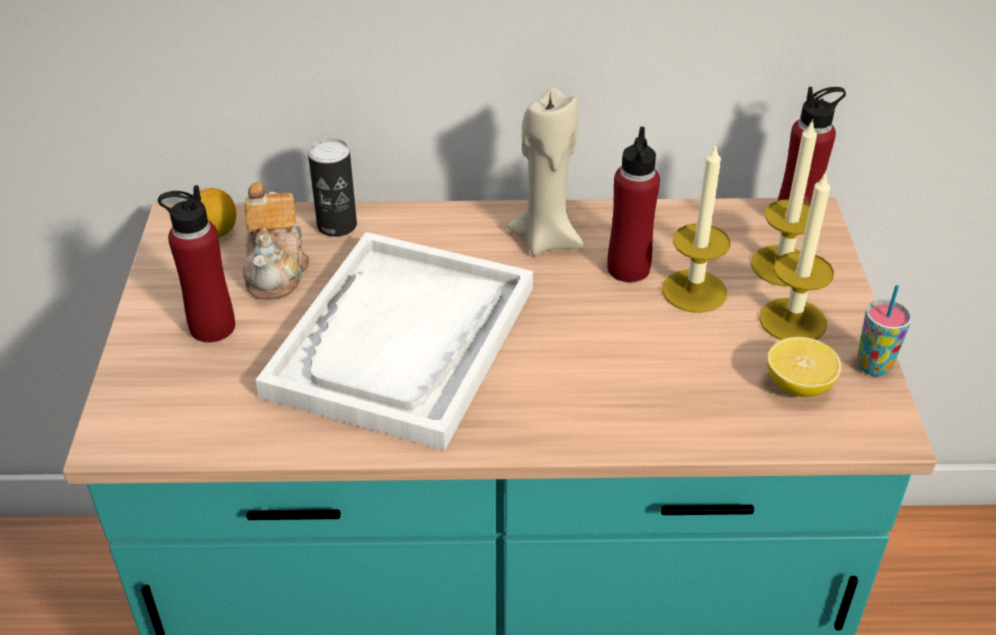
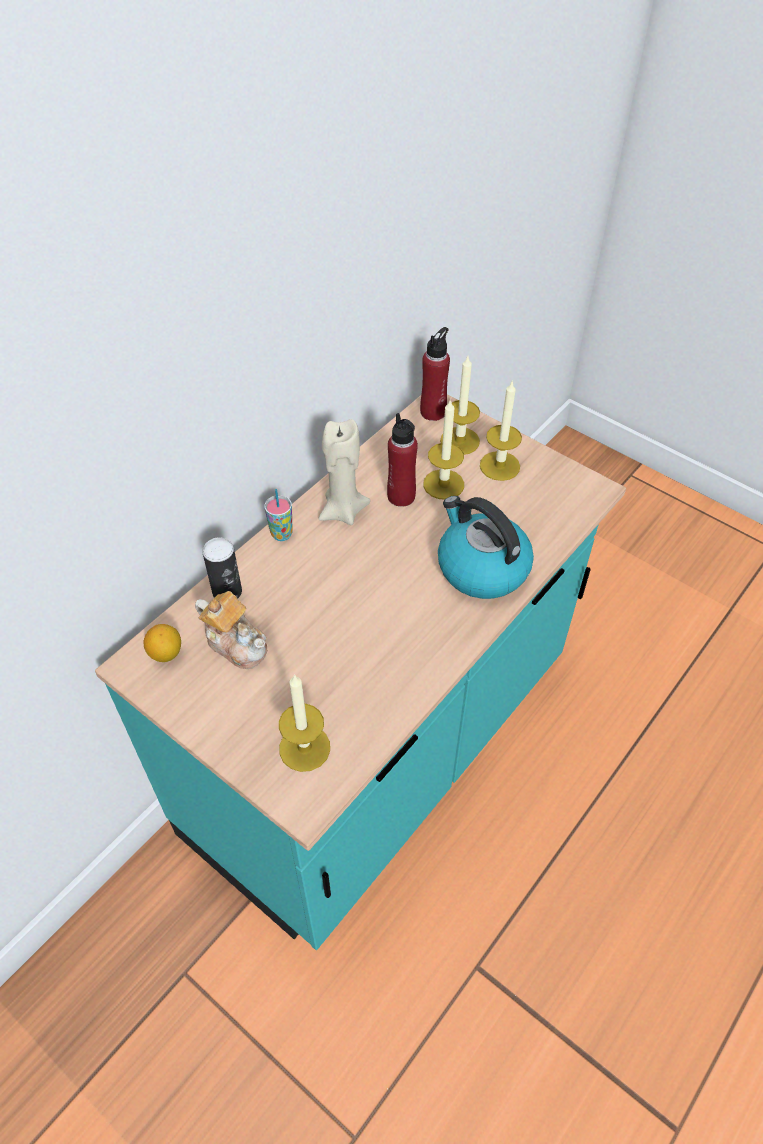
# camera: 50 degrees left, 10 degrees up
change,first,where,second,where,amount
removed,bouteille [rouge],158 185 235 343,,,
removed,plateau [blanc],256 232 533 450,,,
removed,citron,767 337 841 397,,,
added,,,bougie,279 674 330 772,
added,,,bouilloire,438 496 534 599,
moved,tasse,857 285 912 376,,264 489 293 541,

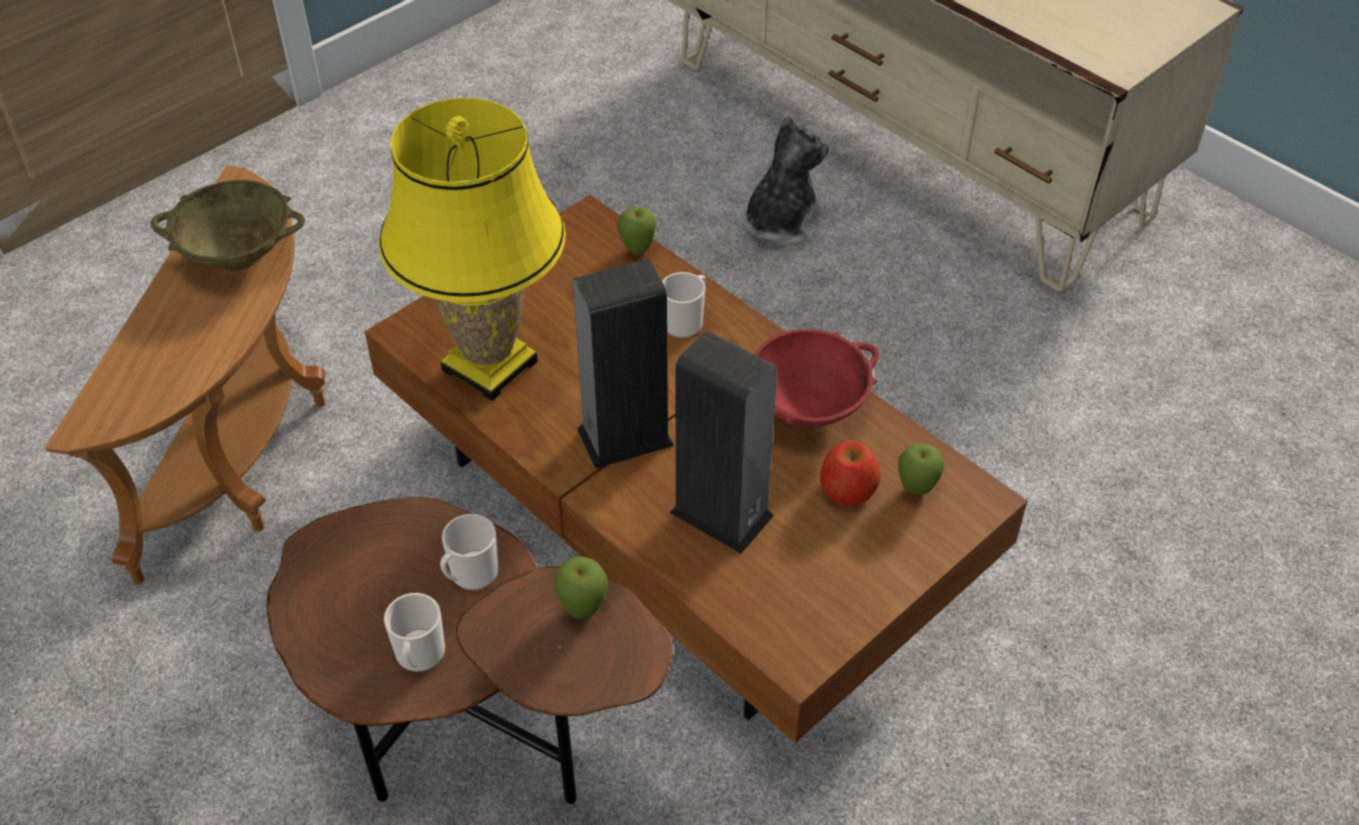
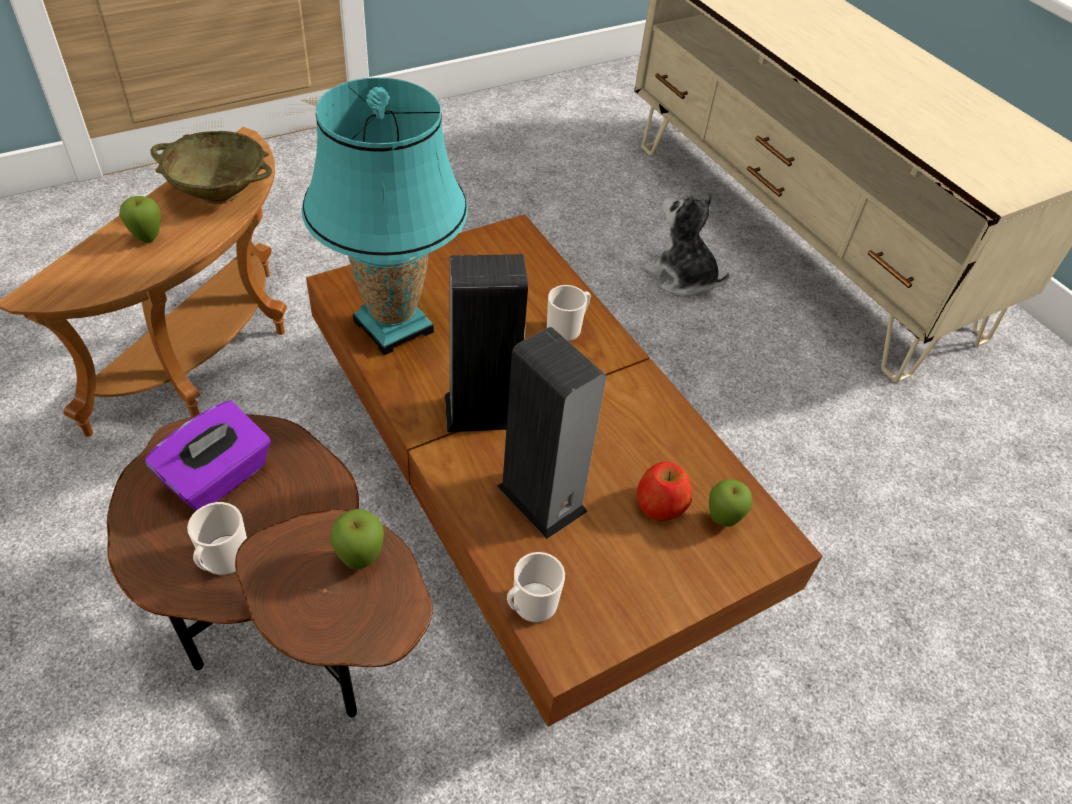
# camera: 10 degrees right, 0 degrees up
change,first,where,second,where,amount
removed,bol [rouge],754 329 879 427,,,
added,,,boîte à mouchoirs [violet],145 401 271 511,
moved,mug,440 514 499 590,,507 552 565 623,
moved,pomme,617 207 657 255,,119 196 161 243,
recoloured,lampe de table [jaune],379 98 566 401,lampe de table [turquoise],302 77 468 355,
turned,peluche,743 116 829 246,,644 193 729 297,90 degrees counterclockwise

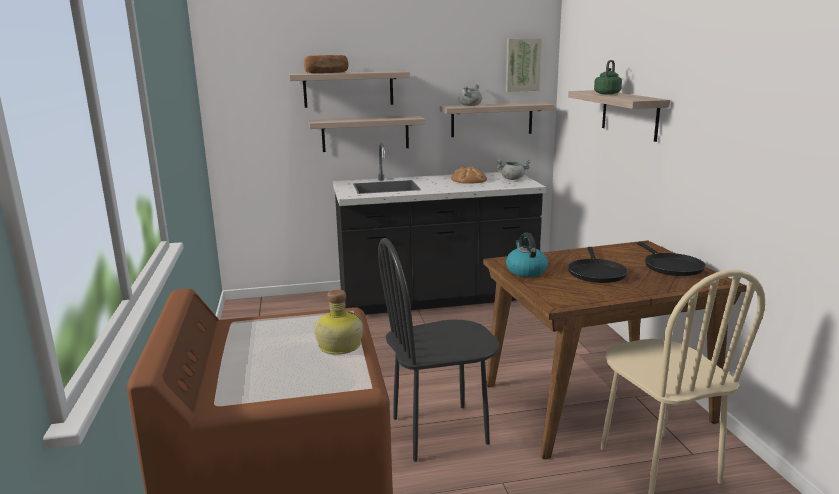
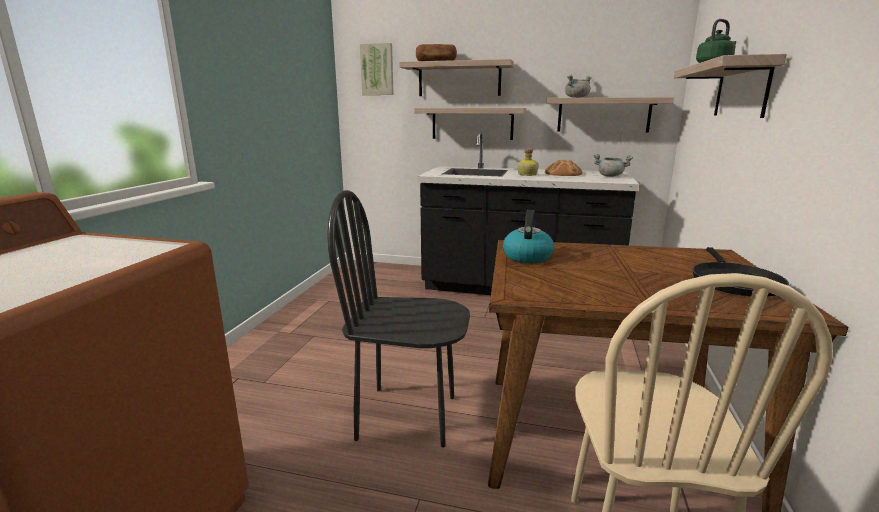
# camera: 25 degrees right, 0 degrees up
change,first,where,second,where,amount
removed,poêle [noir],568 247 628 283,,,
moved,bouteille,314 290 363 355,,517 149 539 176,
moved,tableau,506 38 542 92,,360 43 394 95,

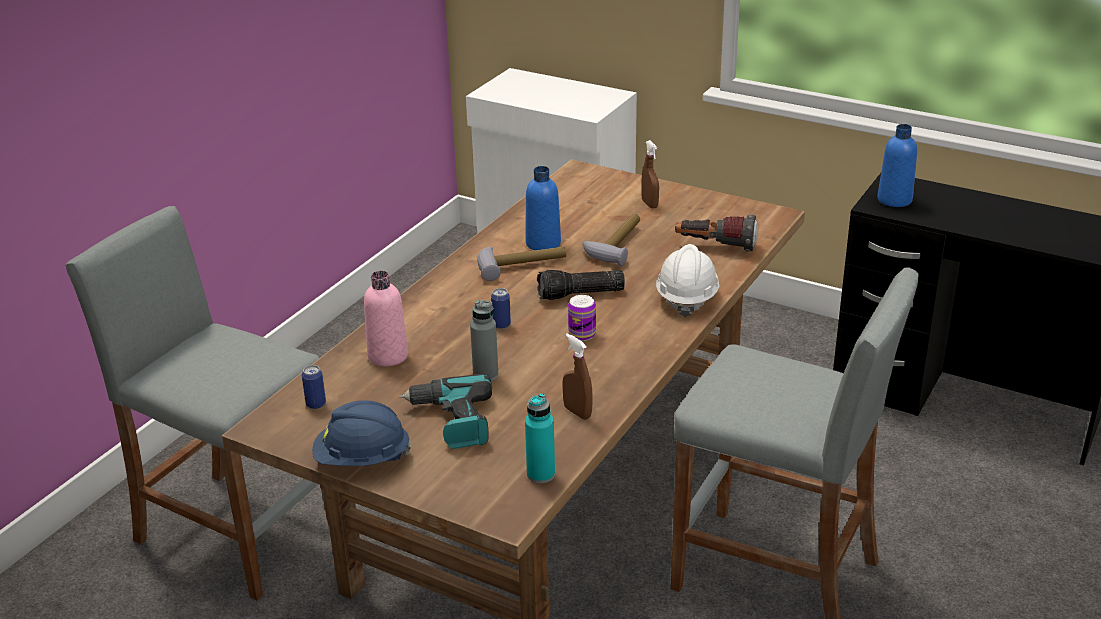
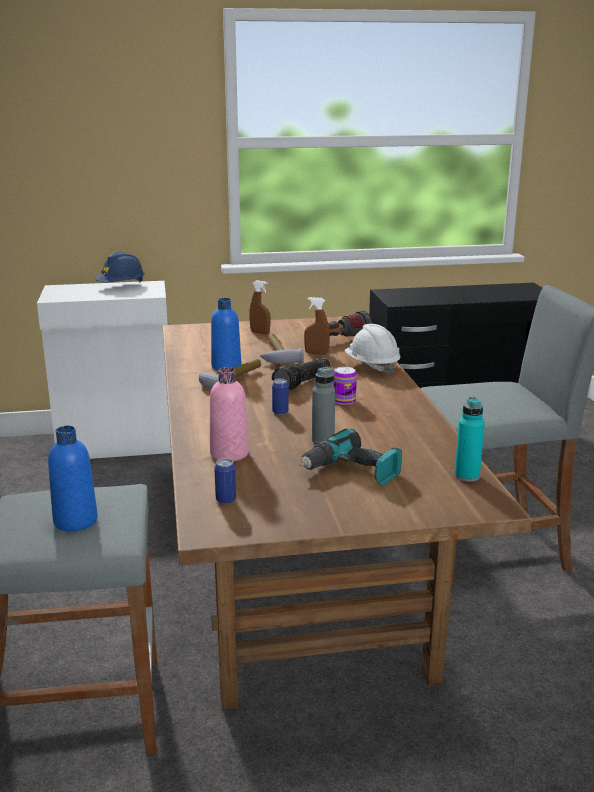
# camera: 40 degrees left, 10 degrees down
change,first,where,second,where,amount
moved,casque de chantier [bleu],312 400 411 466,,95 252 145 283,
moved,vaporisateur [marron],562 333 593 420,,304 297 330 355,
moved,bouteille [bleu],878 124 917 207,,48 426 98 531,

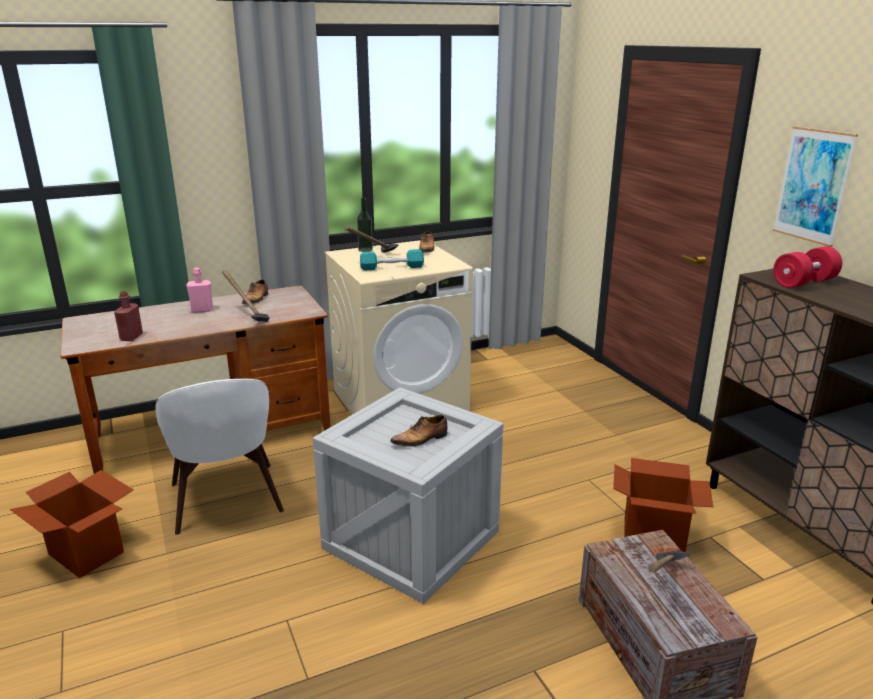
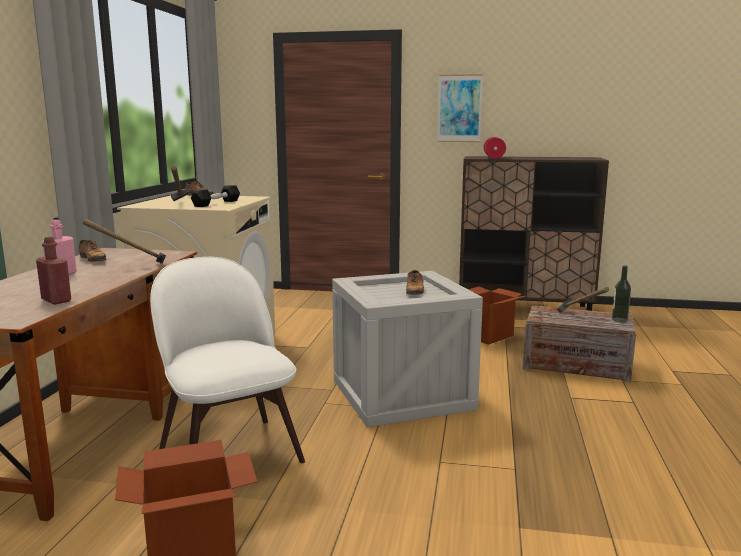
# camera: 55 degrees left, 10 degrees down
change,first,where,second,where,amount
moved,bouteille,357 198 373 252,,612 266 631 322,
recoloured,haltère [turquoise],360 249 424 271,haltère [noir],191 185 240 207,
turned,chaise [blanc],155 379 284 535,,150 257 305 463,135 degrees counterclockwise

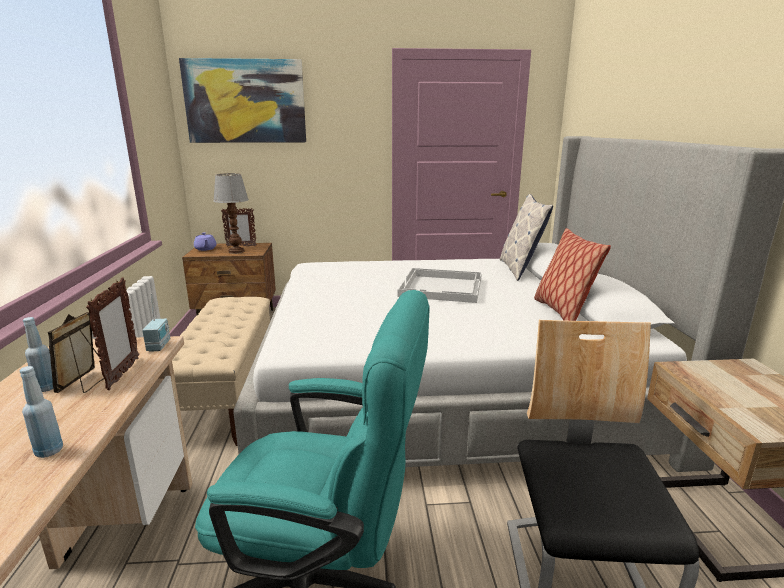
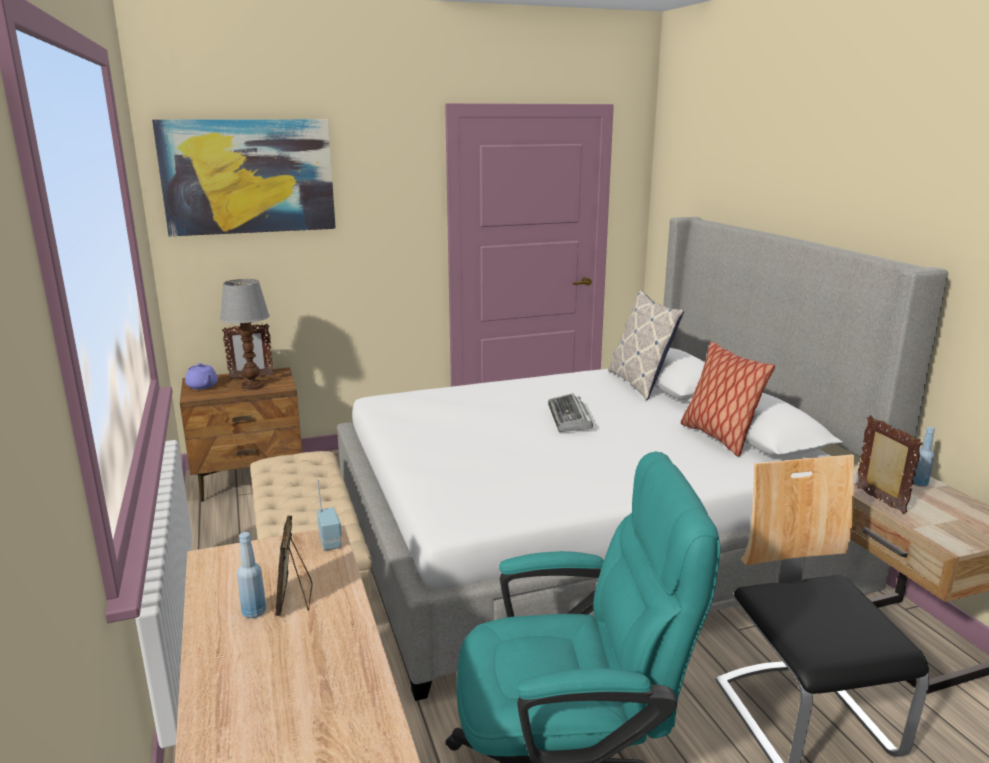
# camera: 15 degrees left, 0 degrees up
change,first,where,second,where,amount
moved,bouteille [bleu],20 366 63 458,,912 427 935 487,
moved,cadre photo,86 277 139 390,,856 415 923 514,
replaced,plateau [blanc],398 268 482 303,clavier,548 393 593 432,

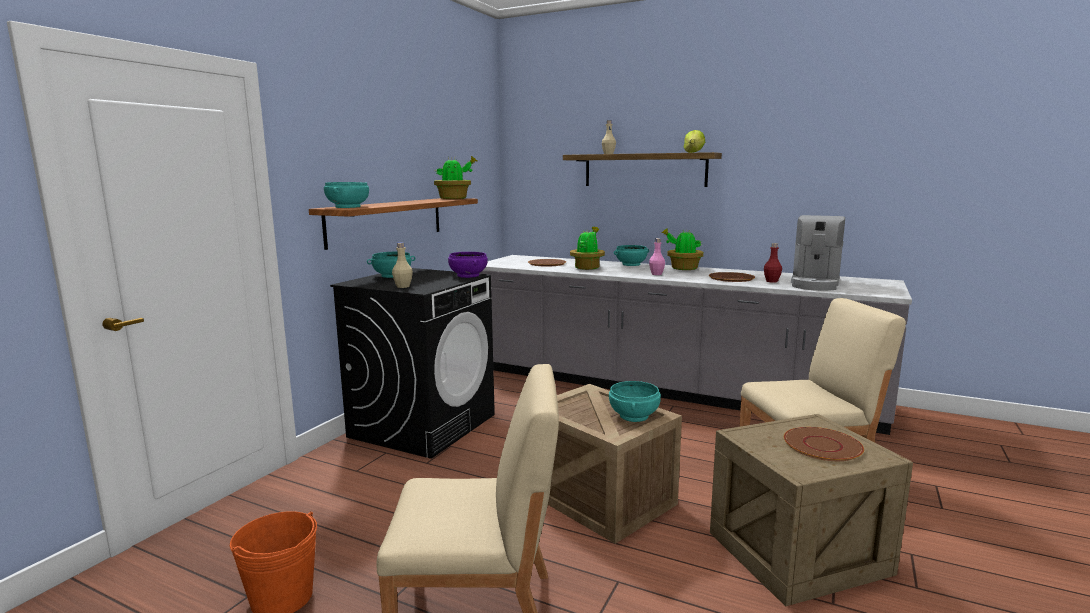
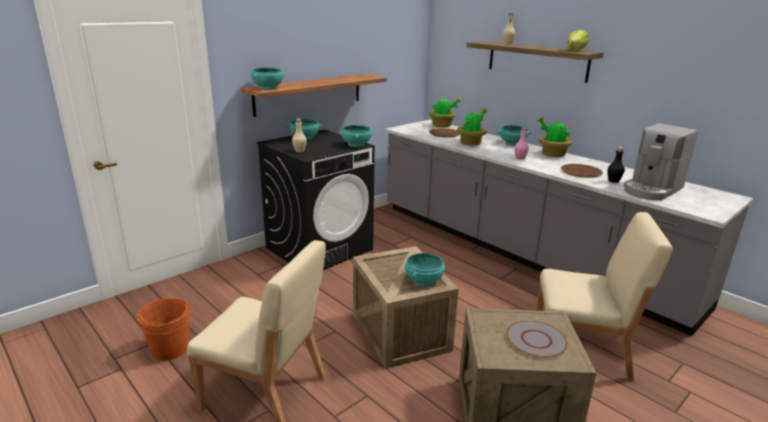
# camera: 20 degrees right, 10 degrees up
change,first,where,second,where,amount
moved,plante en pot,434 156 477 199,,430 97 462 127,
recoloured,bol [violet],448 252 488 278,bol [turquoise],342 125 372 147,
recoloured,bouteille [rouge],764 243 782 283,bouteille [noir],608 147 625 183,
recoloured,assiette [marron],784 427 864 461,assiette [gris],506 320 568 358,

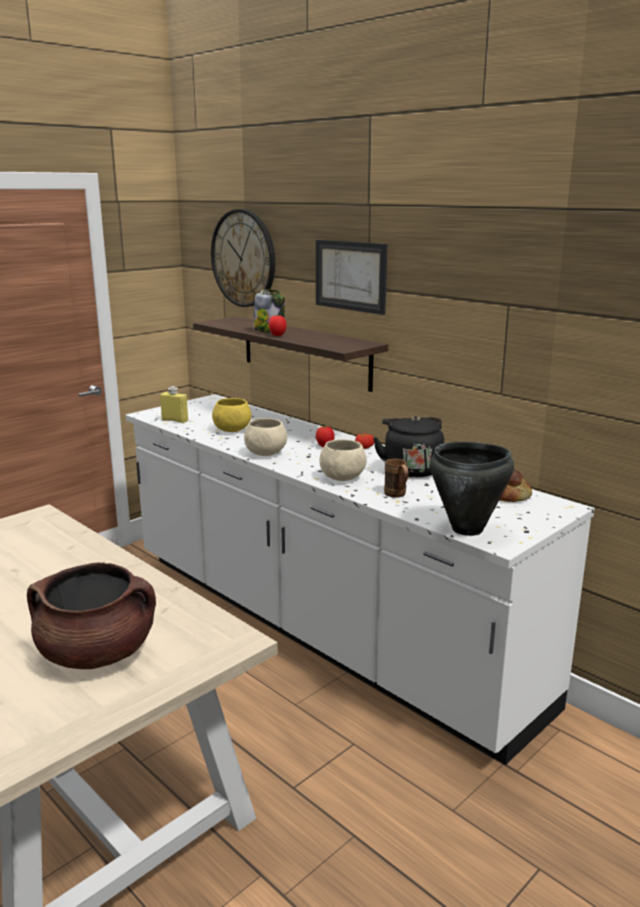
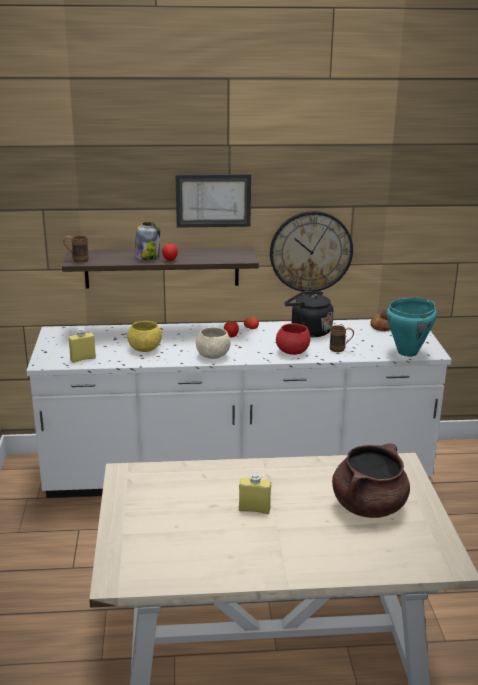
# camera: 50 degrees left, 5 degrees up
change,first,where,second,where,amount
added,,,mug [marron],63 236 89 263,
added,,,bouteille [jaune],239 473 271 514,
moved,horloge murale,211 209 275 307,,270 211 353 292,
recoloured,bol [beige],319 439 367 481,bol [rouge],276 323 310 355,
recoloured,marmite [noir],430 442 514 536,marmite [turquoise],386 298 437 357,

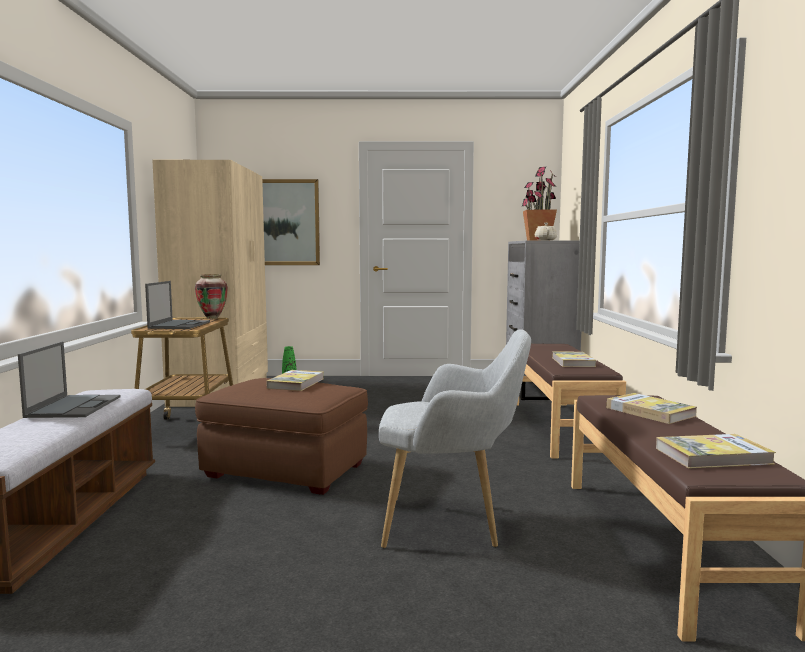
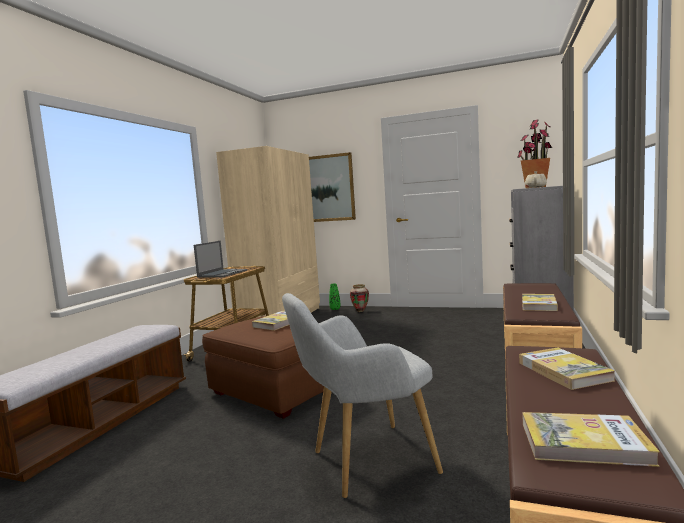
# camera: 20 degrees right, 0 degrees up
change,first,where,second,where,amount
removed,ordinateur portable,18 342 121 418,,,
moved,vase,195 274 228 319,,350 284 369 312,
turned,fauteuil [gris],379 329 531 548,,282 293 443 498,135 degrees clockwise

